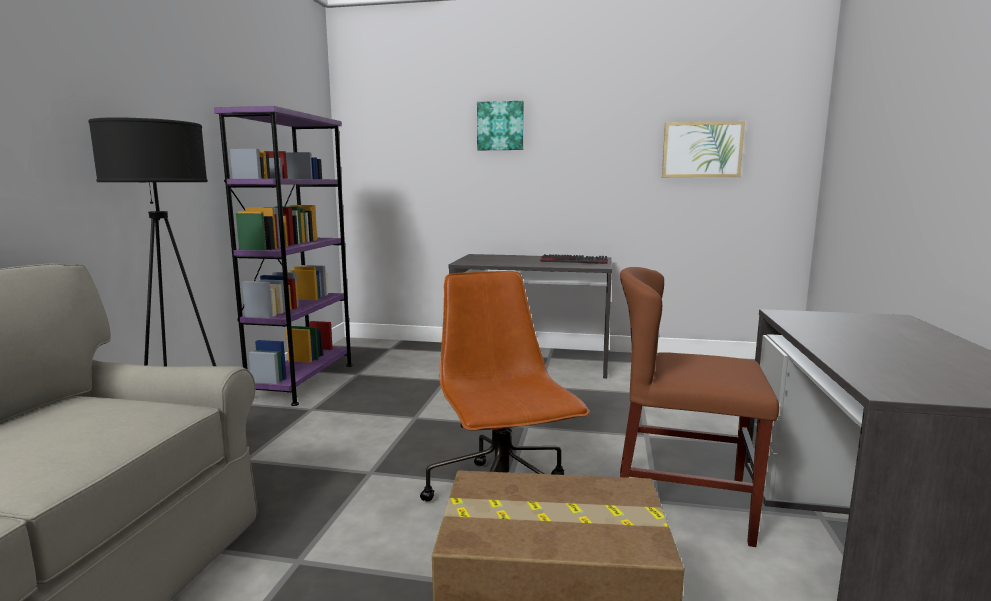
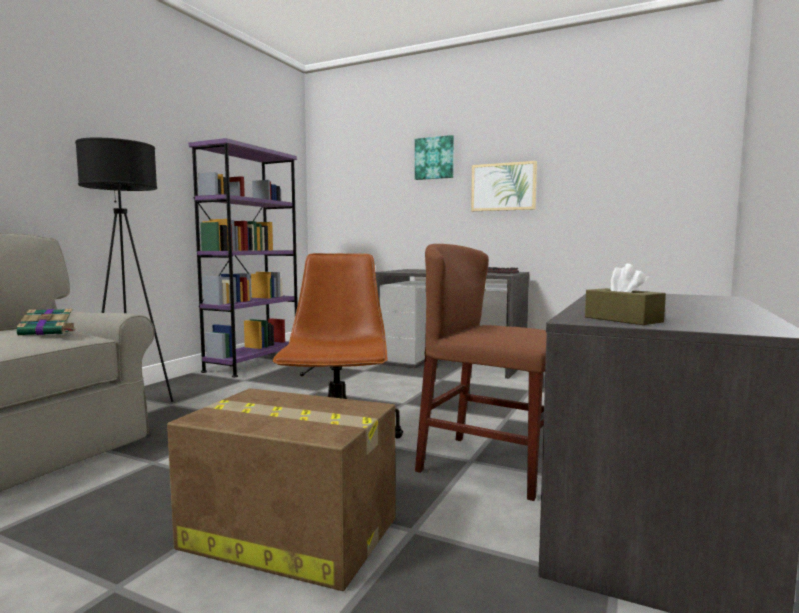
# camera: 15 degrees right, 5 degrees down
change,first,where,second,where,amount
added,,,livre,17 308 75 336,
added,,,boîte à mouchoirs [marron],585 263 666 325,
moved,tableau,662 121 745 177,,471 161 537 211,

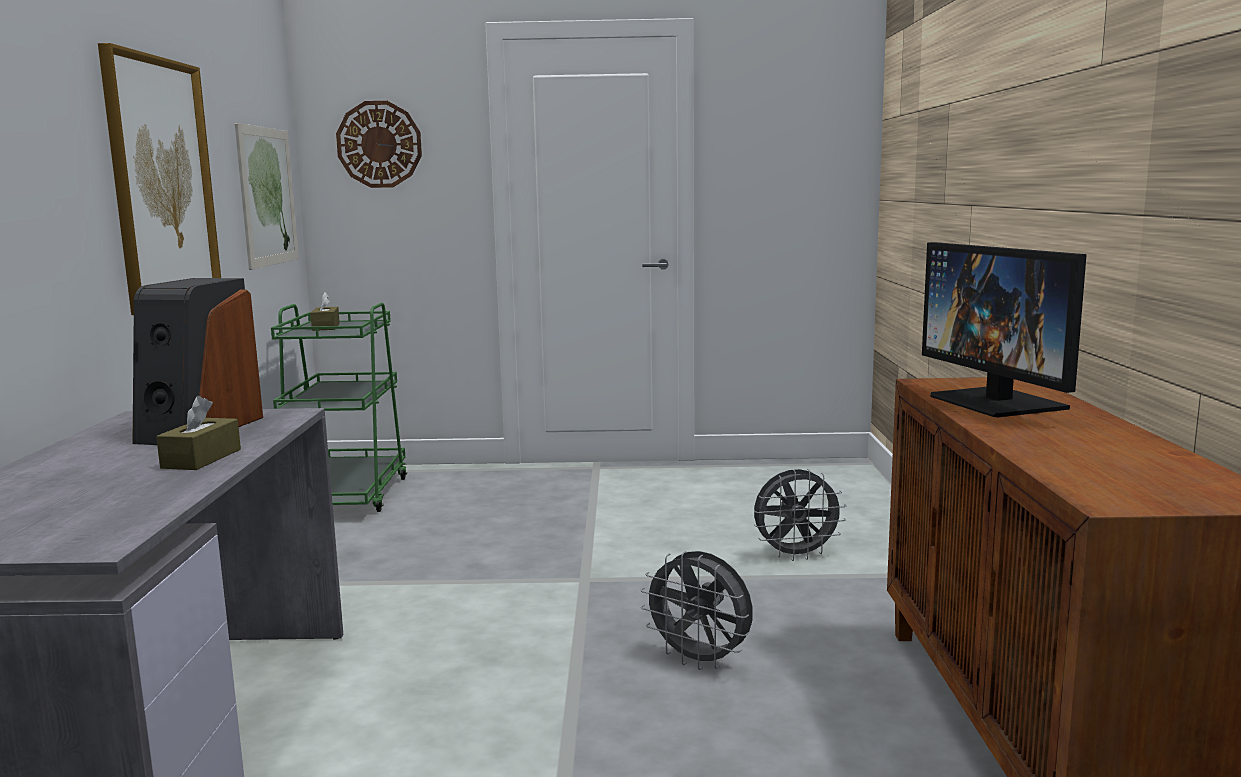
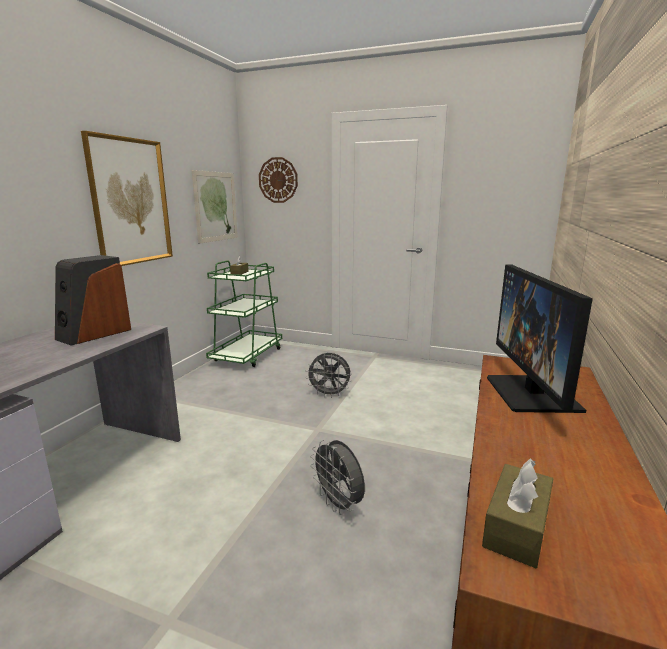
# camera: 20 degrees right, 5 degrees up
change,first,where,second,where,amount
moved,boîte à mouchoirs [marron],156 396 241 470,,482 458 553 568,
moved,ventilateur [gris],754 469 846 561,,305 353 352 398,

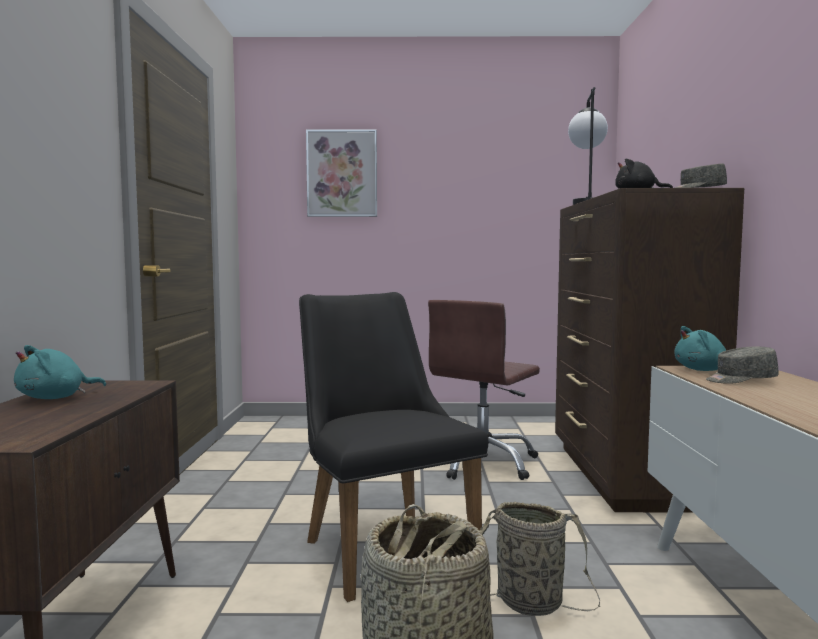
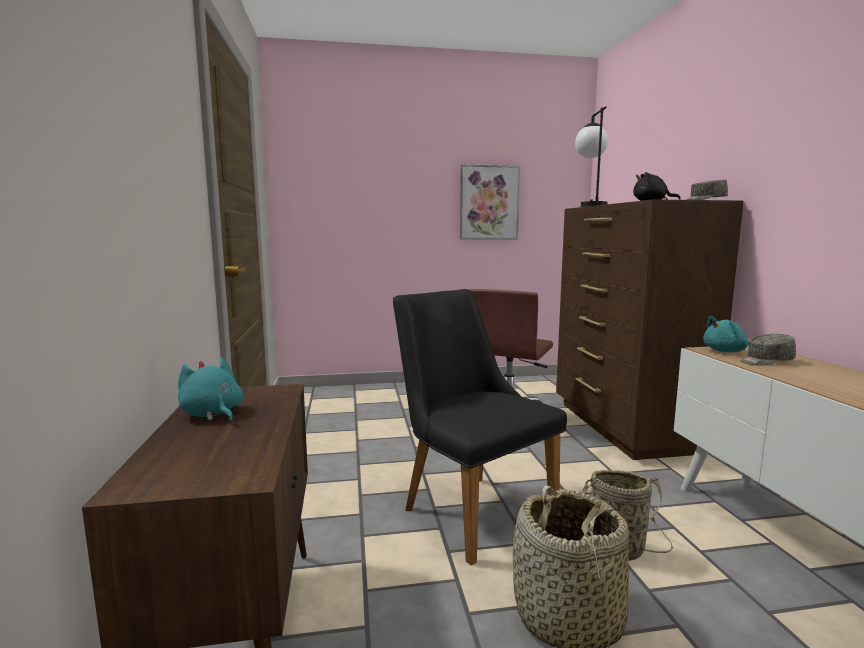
# camera: 10 degrees left, 5 degrees up
change,first,where,second,where,amount
moved,tableau,306 130 377 217,,460 164 520 240,
turned,peluche [turquoise],14 345 106 399,,178 357 243 422,105 degrees clockwise

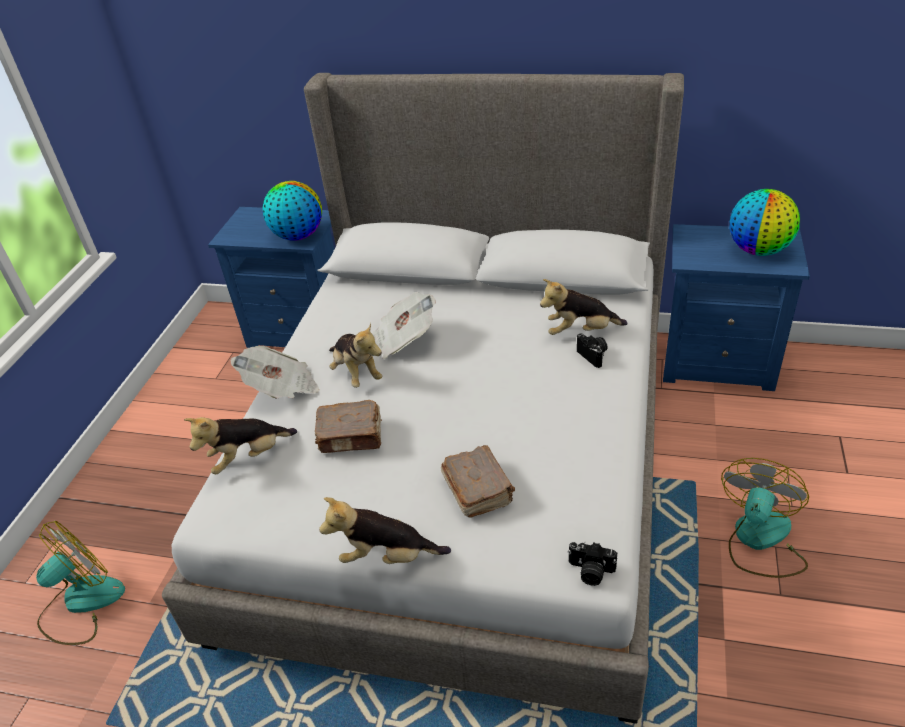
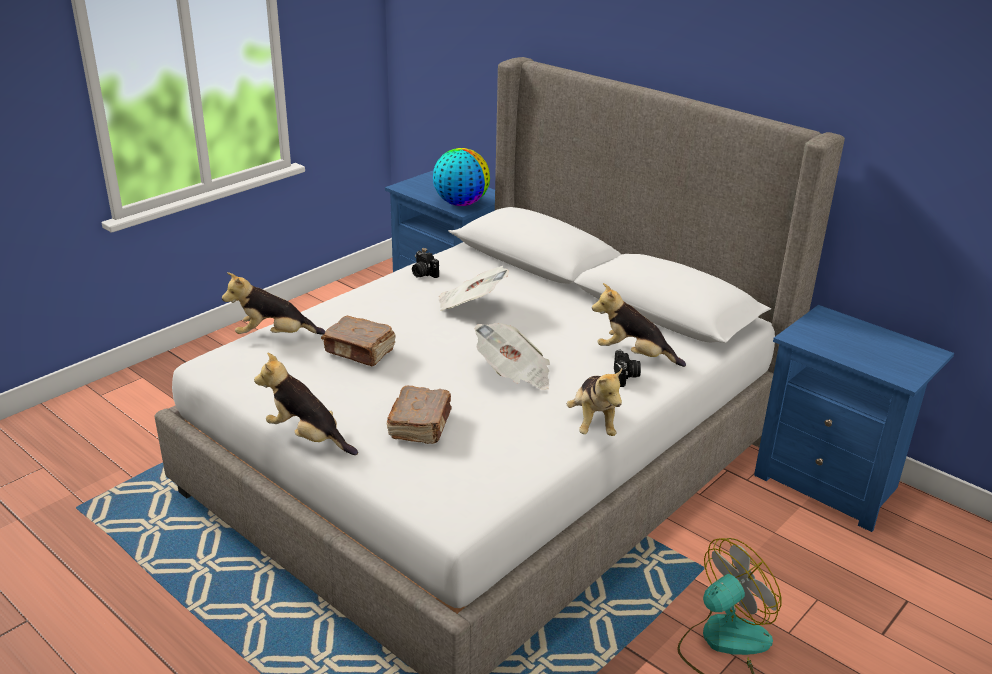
# camera: 25 degrees right, 10 degrees down
change,first,where,second,where,amount
removed,ventilateur,36 521 125 645,,,
removed,globe,729 189 800 256,,,
moved,journal,230 346 320 398,,475 323 550 390,
moved,peluche,329 323 382 388,,567 369 622 436,
moved,appareil photo,568 541 617 586,,412 251 439 278,

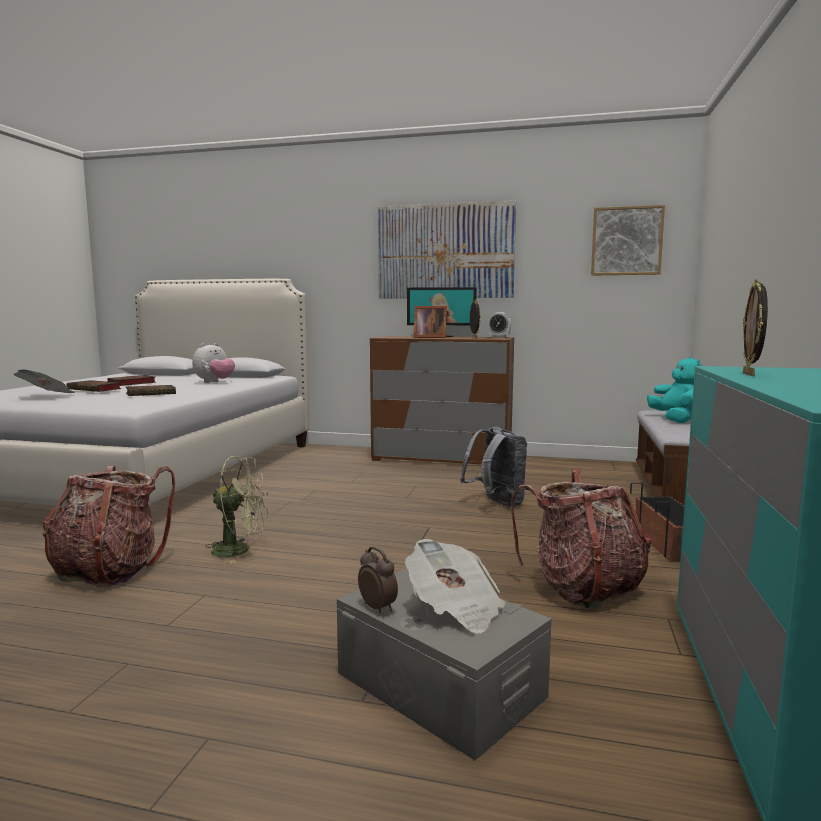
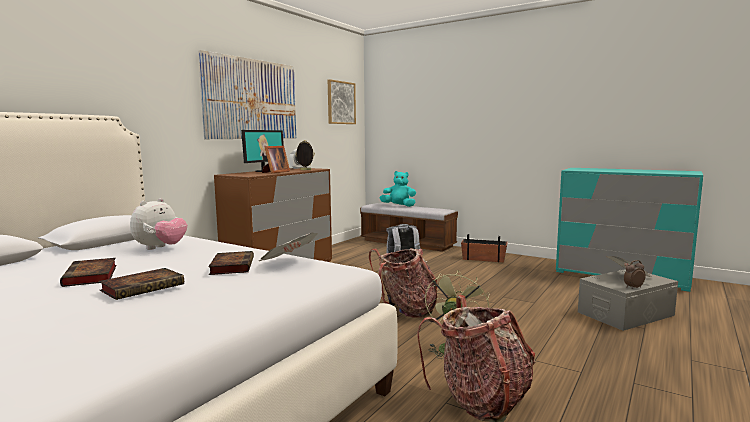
# camera: 70 degrees left, 0 degrees up
change,first,where,second,where,amount
removed,cadre photo,743 279 768 376,,,
moved,journal,14 370 75 393,,259 232 318 261,
moved,sac à dos,511 469 651 609,,369 248 437 317,
turned,peluche,192 343 235 383,,130 198 187 250,60 degrees clockwise

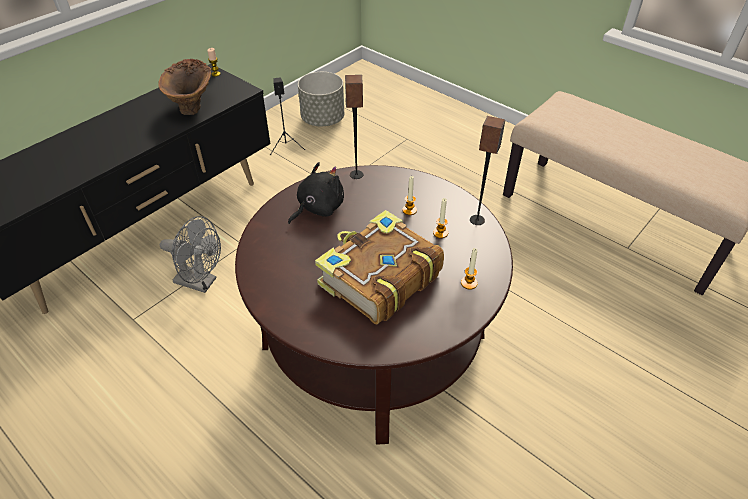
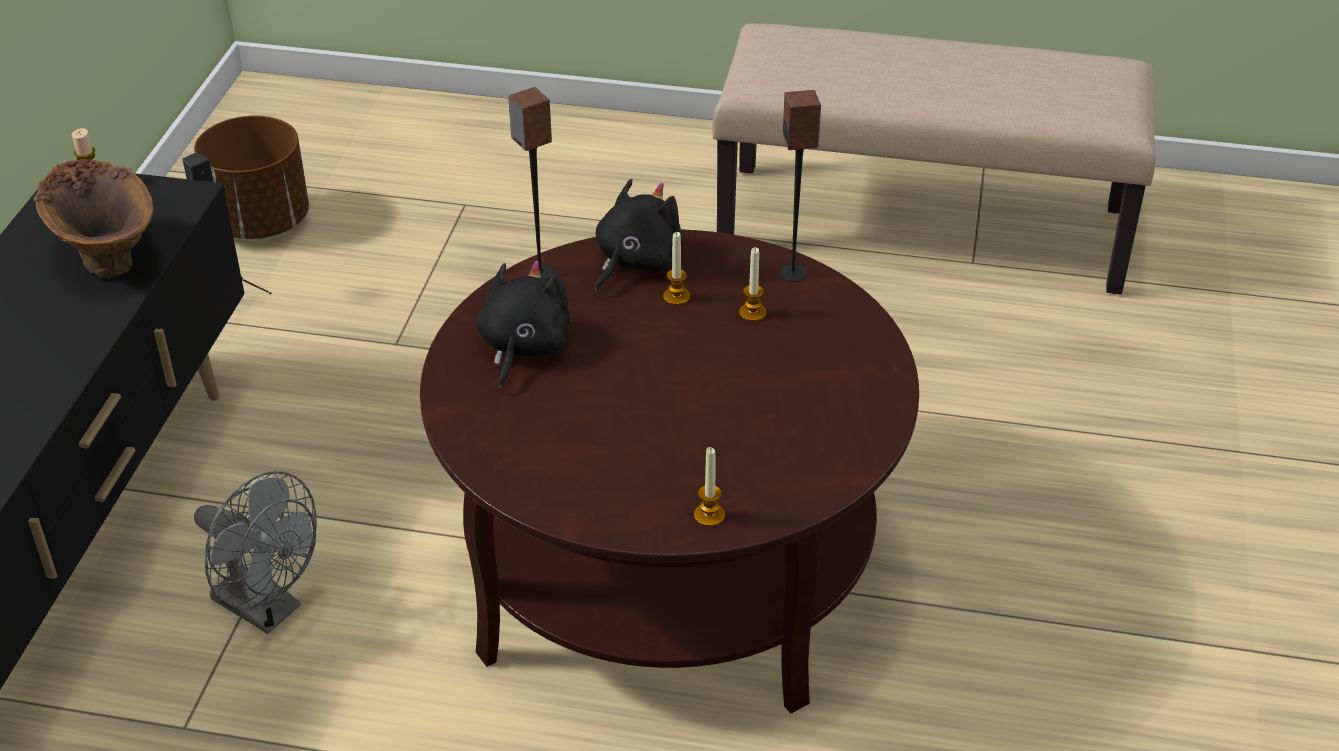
# camera: 30 degrees left, 5 degrees down
change,first,where,second,where,amount
removed,livre,315 210 444 325,,,
added,,,peluche [noir],595 179 682 292,
moved,bougie,461 248 478 290,,694 447 725 527,
recoloured,cache-pot [gris],298 72 344 126,cache-pot [marron],194 115 309 239,
turned,ventilateur [gris],160 216 221 293,,194 471 317 634,45 degrees clockwise

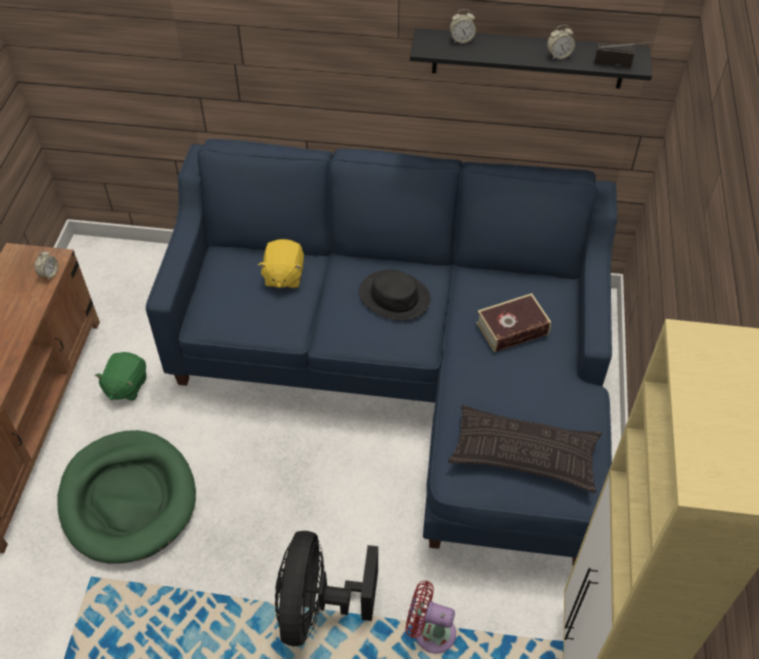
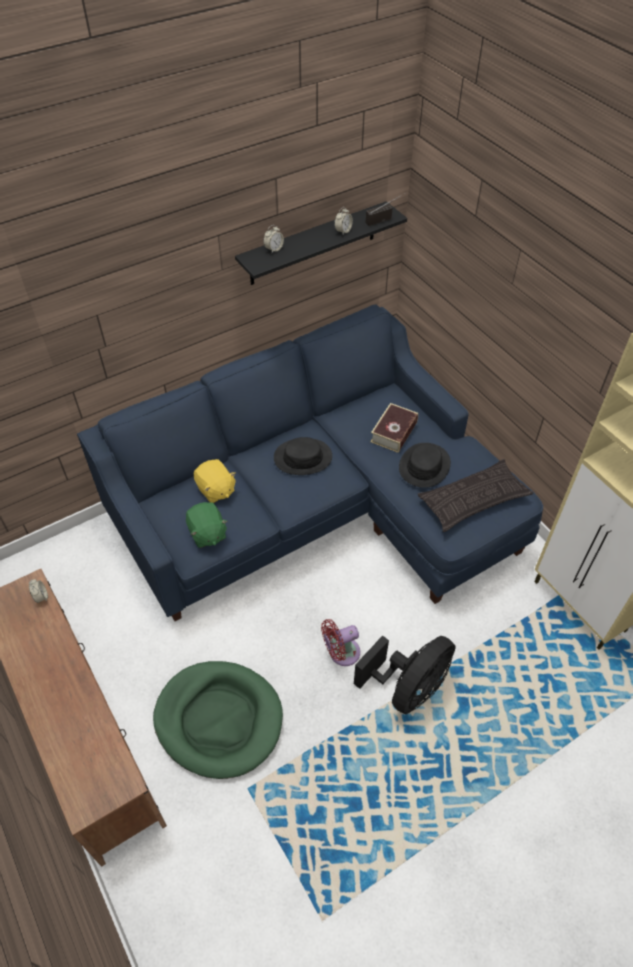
# camera: 40 degrees left, 0 degrees up
change,first,where,second,where,amount
added,,,chapeau [noir],399 443 451 488,
moved,peluche [vert],95 352 147 401,,186 502 227 548,
moved,ventilateur [rouge],405 581 456 653,,321 619 360 666,
turned,ventilateur [noir],275 531 378 646,,354 635 456 714,105 degrees counterclockwise

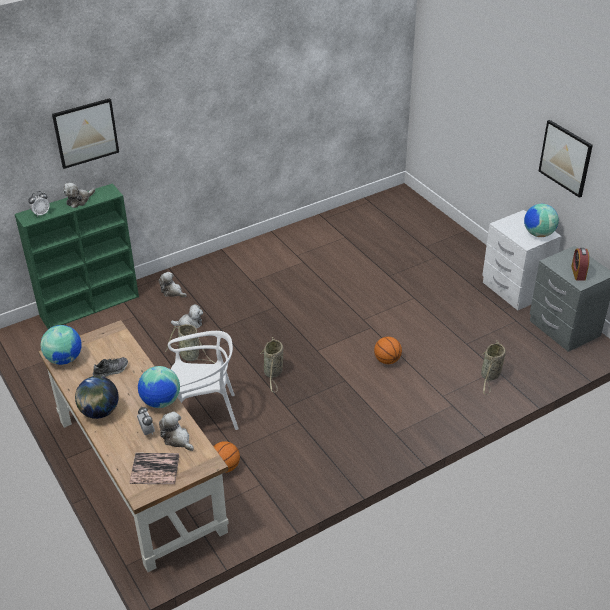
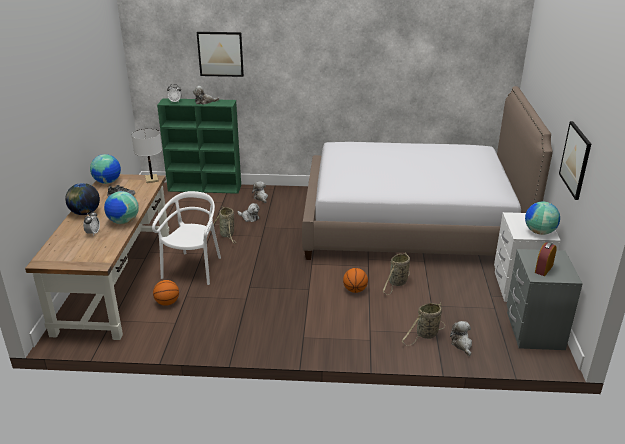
# camera: 35 degrees right, 10 degrees down
change,first,where,second,where,amount
removed,livre,130 453 180 484,,,
added,,,lampe de table [blanc],131 129 162 183,
added,,,lit,302 86 553 260,
moved,peluche,159 412 194 451,,450 321 472 356,
moved,panier,260 337 284 392,,383 252 410 295,
turned,chaise [blanc],168 331 239 430,,152 191 221 285,105 degrees counterclockwise

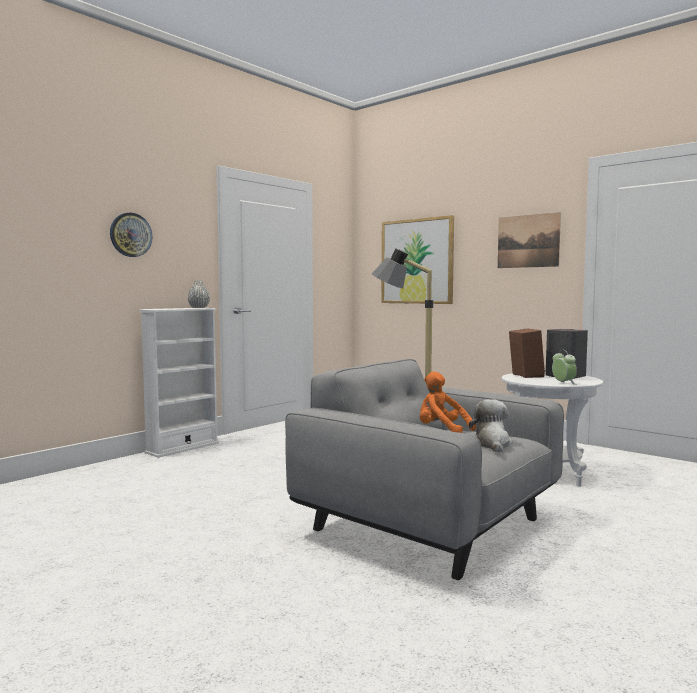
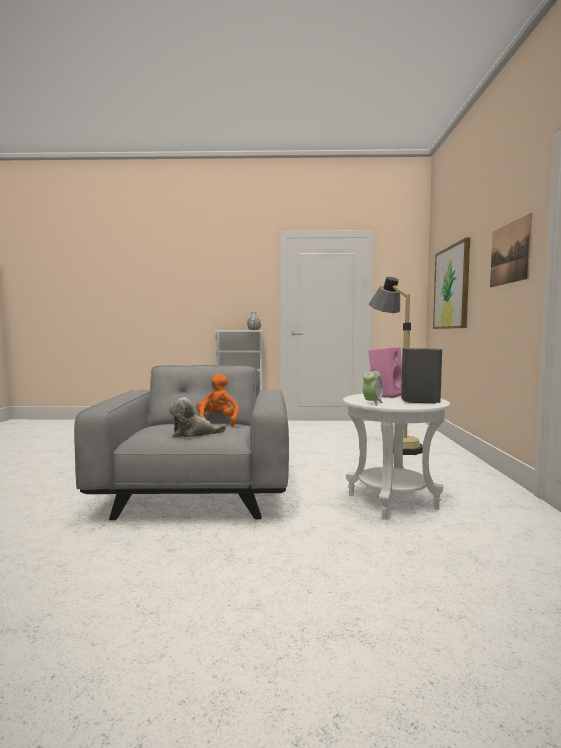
# camera: 50 degrees right, 0 degrees up
change,first,where,second,where,amount
removed,horloge murale,110 212 153 257,,,
recoloured,enceinte [marron],509 328 545 378,enceinte [rose],368 347 402 398,
turned,peluche,469 399 513 453,,169 397 226 437,150 degrees counterclockwise

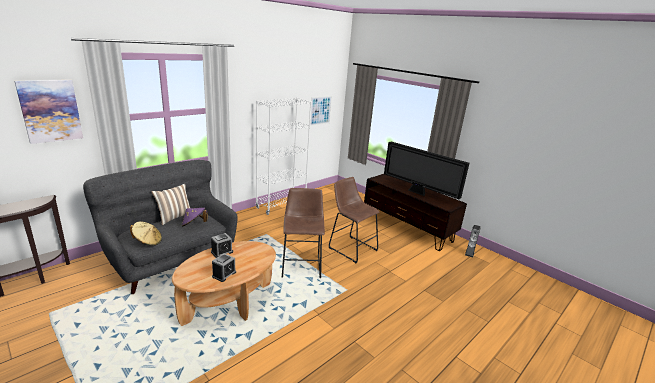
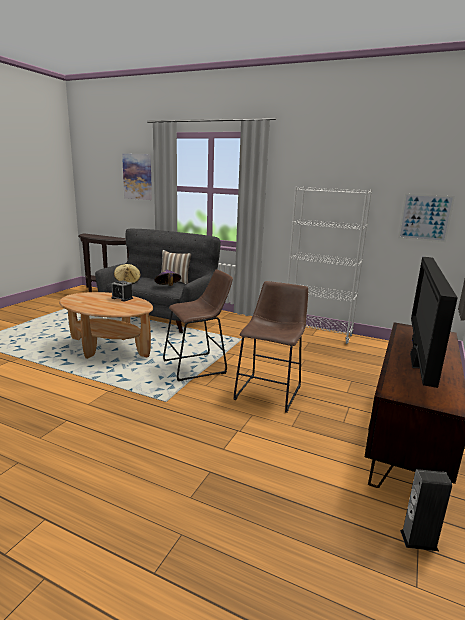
# camera: 70 degrees right, 5 degrees down
change,first,where,second,where,amount
removed,réveil,212 253 236 282,,,

